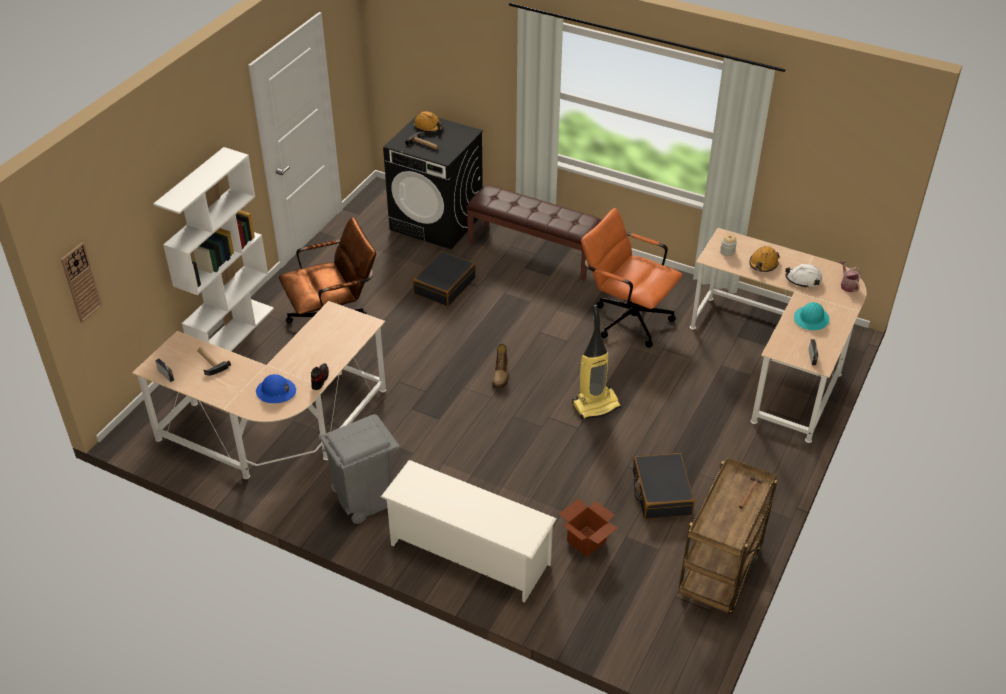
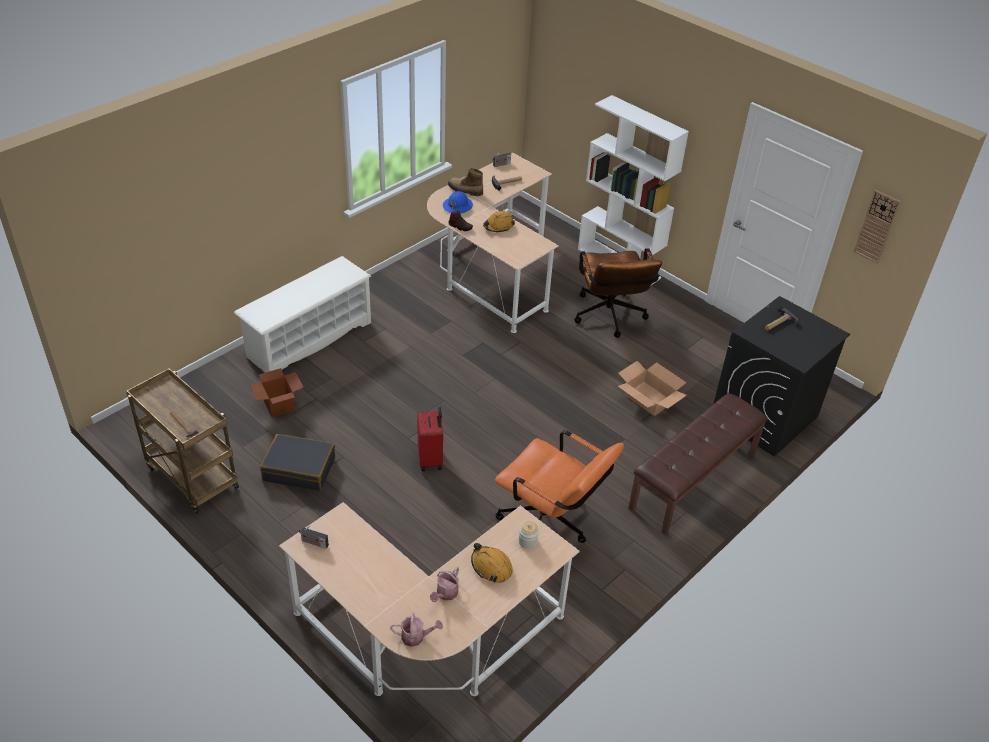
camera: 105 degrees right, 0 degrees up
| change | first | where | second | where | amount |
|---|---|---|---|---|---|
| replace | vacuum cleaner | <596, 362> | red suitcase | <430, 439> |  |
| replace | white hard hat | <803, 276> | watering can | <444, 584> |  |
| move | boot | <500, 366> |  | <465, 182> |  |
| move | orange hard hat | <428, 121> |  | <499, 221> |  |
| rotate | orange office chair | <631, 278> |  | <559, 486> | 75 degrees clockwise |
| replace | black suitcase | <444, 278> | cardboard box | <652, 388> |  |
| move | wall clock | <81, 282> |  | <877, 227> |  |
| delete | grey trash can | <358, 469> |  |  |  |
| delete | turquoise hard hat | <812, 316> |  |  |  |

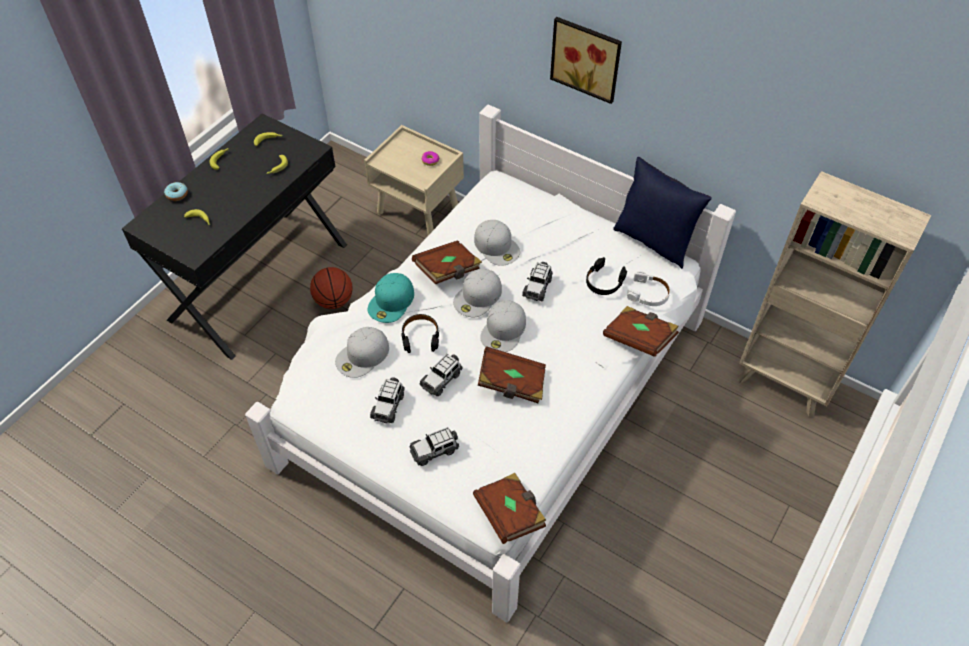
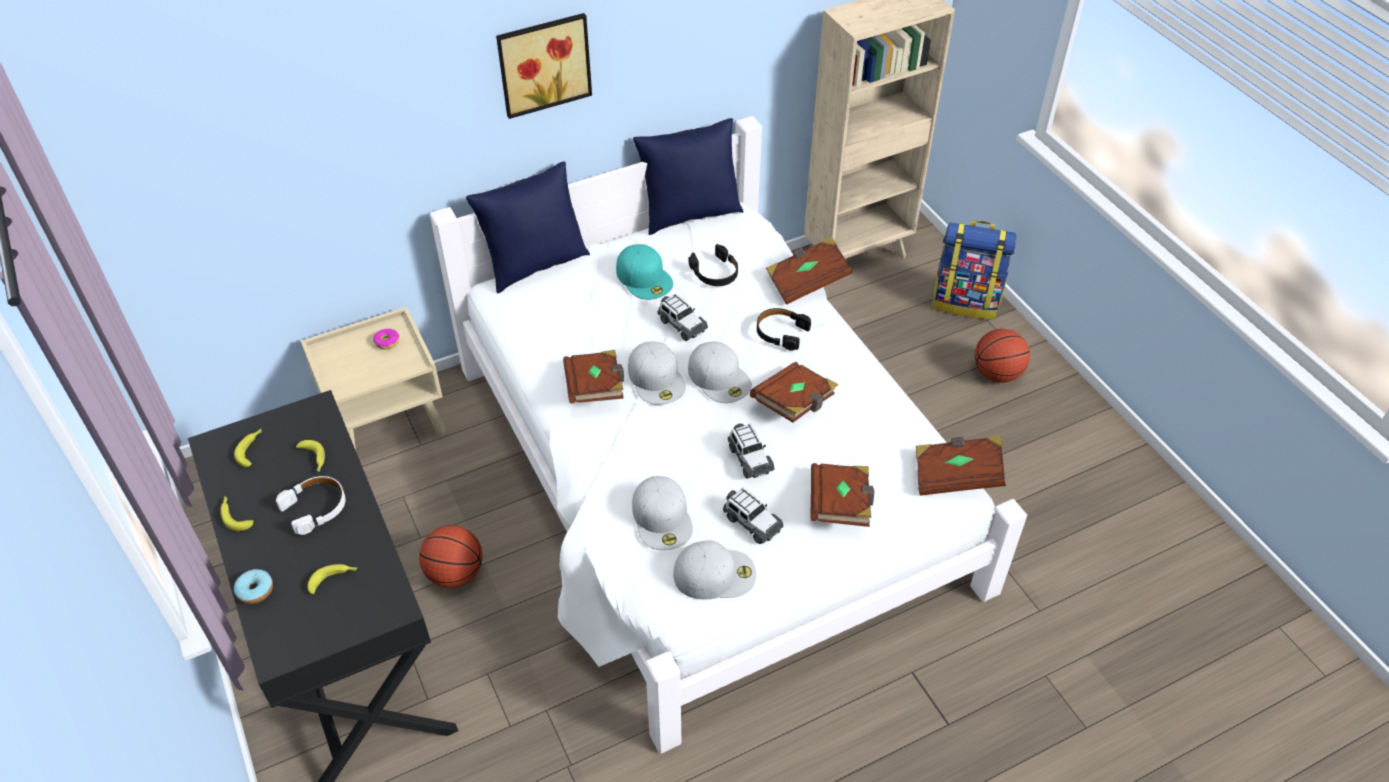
camera: 60 degrees left, 5 degrees down
| change | first | where | second | where | amount |
|---|---|---|---|---|---|
| move | white headphones | <648, 288> |  | <310, 505> |  |
| insert |  |  | blue pillow | <528, 227> |  |
| move | turquoise cap | <390, 298> |  | <644, 272> |  |
| move | white cap | <497, 243> |  | <715, 569> |  |
| move | black headphones | <420, 333> |  | <784, 329> |  |
| replace | toy car | <434, 446> | brown book | <842, 495> |  |
| insert |  |  | backpack | <975, 270> |  |
| insert |  |  | basketball | <1002, 356> |  |

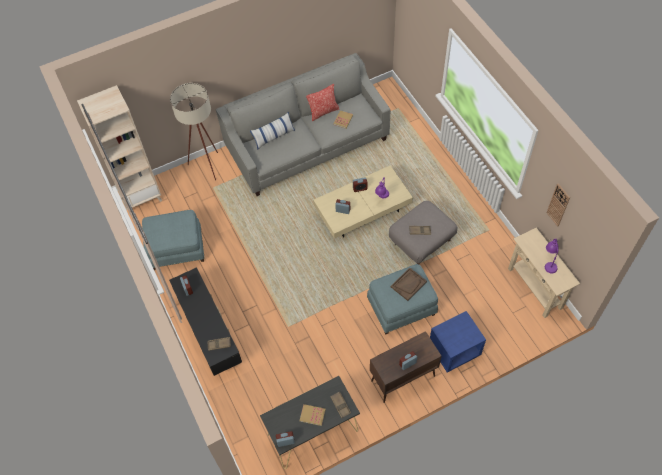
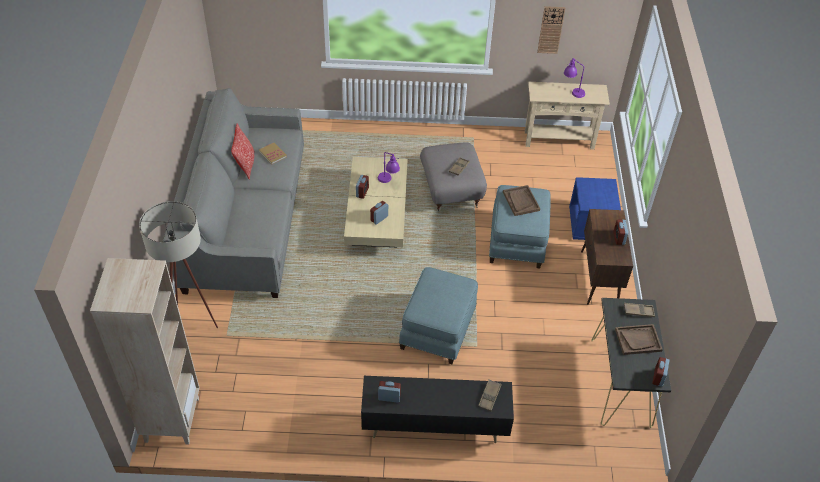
camera: 65 degrees left, 10 degrees down
| change | first | where | second | where | amount |
|---|---|---|---|---|---|
| move | blue ottoman | <173, 240> |  | <438, 315> |  |
| replace | book | <312, 415> | brown tray | <639, 339> |  |
| delete | pillow | <272, 131> |  |  |  |

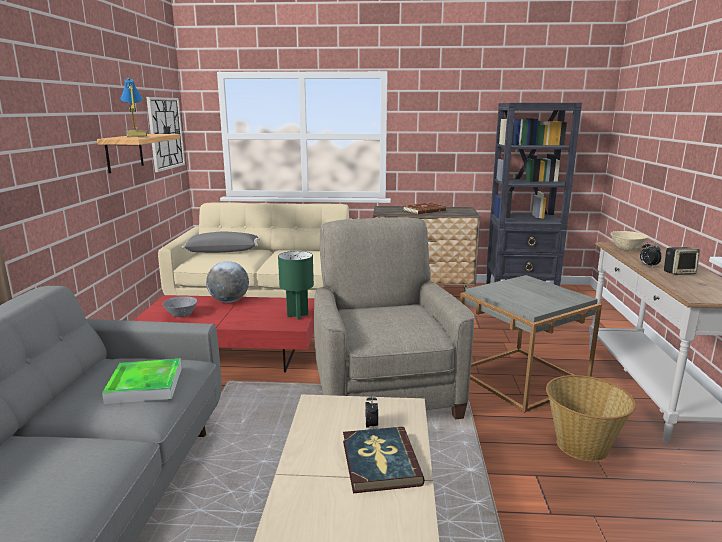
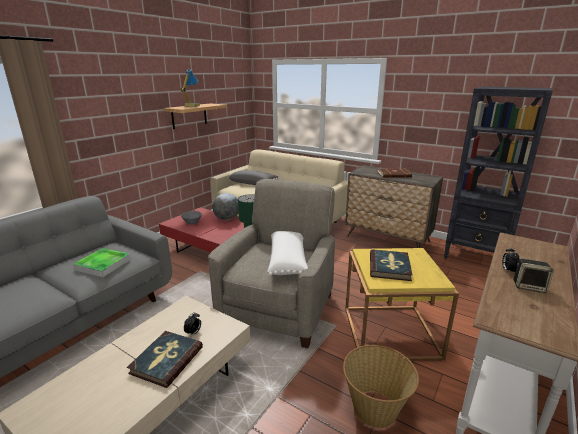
camera: 30 degrees right, 5 degrees up
| change | first | where | second | where | amount |
|---|---|---|---|---|---|
| insert |  |  | white pillow | <287, 253> |  |
| recolor | grey side table | <531, 343> | yellow side table | <402, 304> |  |
| insert |  |  | book | <391, 265> |  |
| delete | wall clock | <165, 134> |  |  |  |
| delete | beige bowl | <629, 241> |  |  |  |

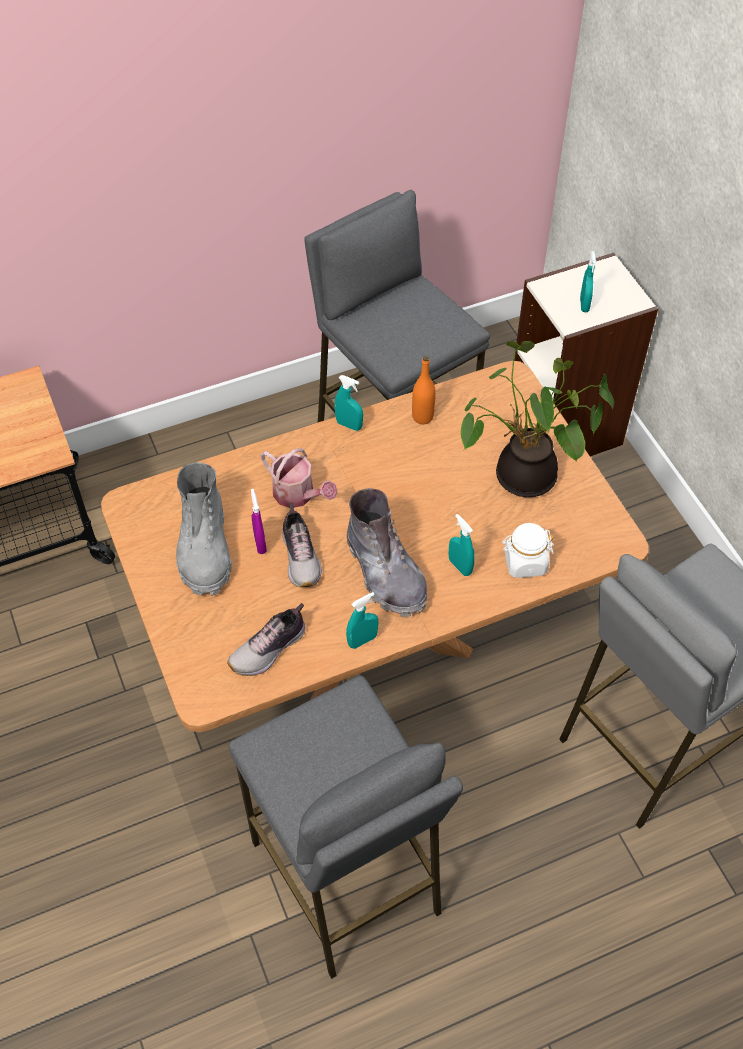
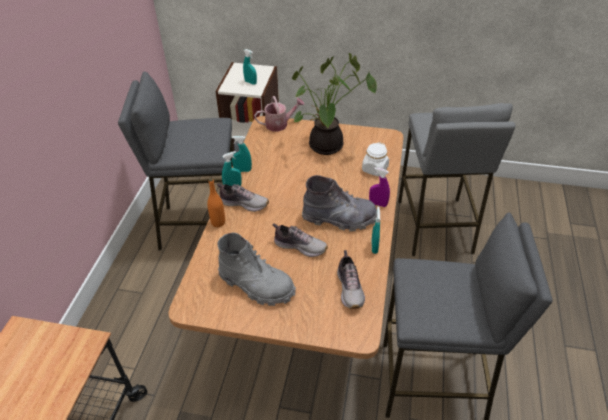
camera: 55 degrees left, 10 degrees down
| change | first | where | second | where | amount |
|---|---|---|---|---|---|
| move | orange bottle | <424, 390> |  | <216, 202> |  |
| insert |  |  | shoe | <243, 197> |  |
| move | turquoise spray bottle | <462, 545> |  | <242, 154> |  |
| move | watering can | <298, 478> |  | <279, 113> |  |
| move | purple spray bottle | <259, 521> |  | <379, 187> |  |

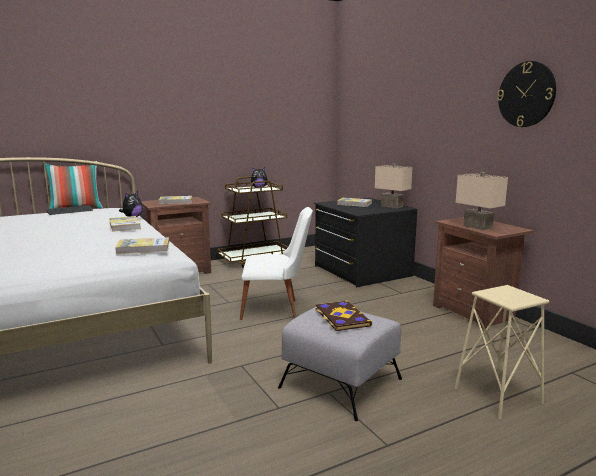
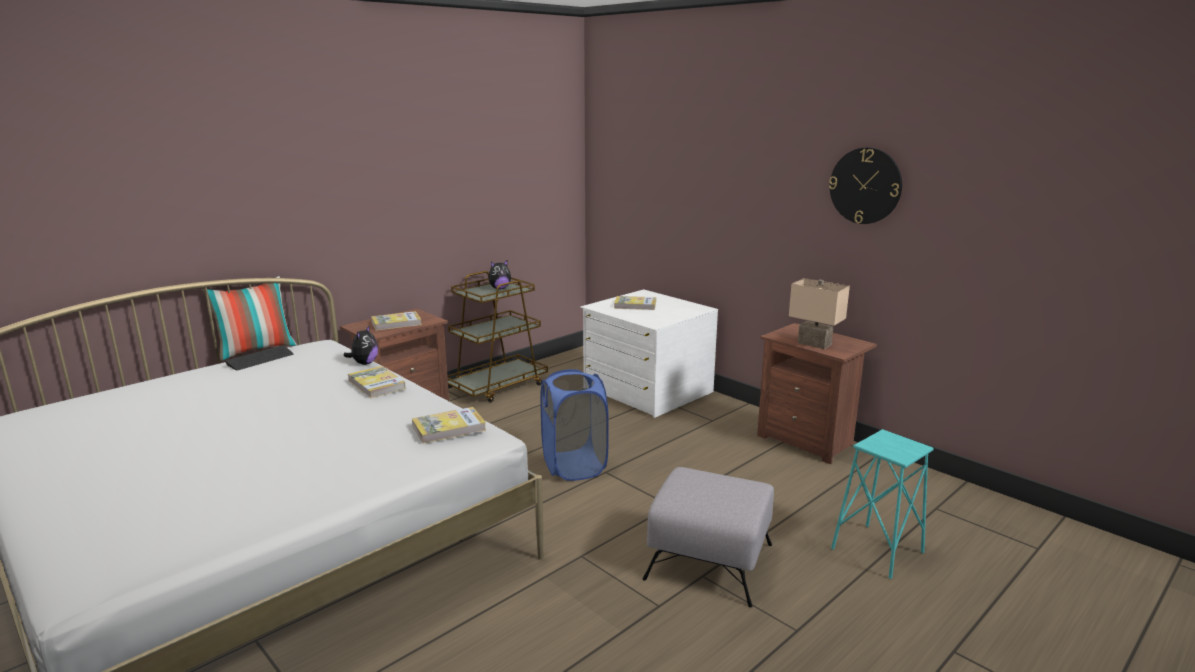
camera: 15 degrees left, 5 degrees up
| change | first | where | second | where | amount |
|---|---|---|---|---|---|
| replace | white chair | <276, 263> | blue laundry basket | <574, 425> |  |
| recolor | black dresser | <366, 242> | white dresser | <649, 353> |  |
| recolor | beige stool | <501, 352> | turquoise stool | <882, 504> |  |
| delete | book | <343, 315> |  |  |  |
| delete | beige table lamp | <394, 185> |  |  |  |

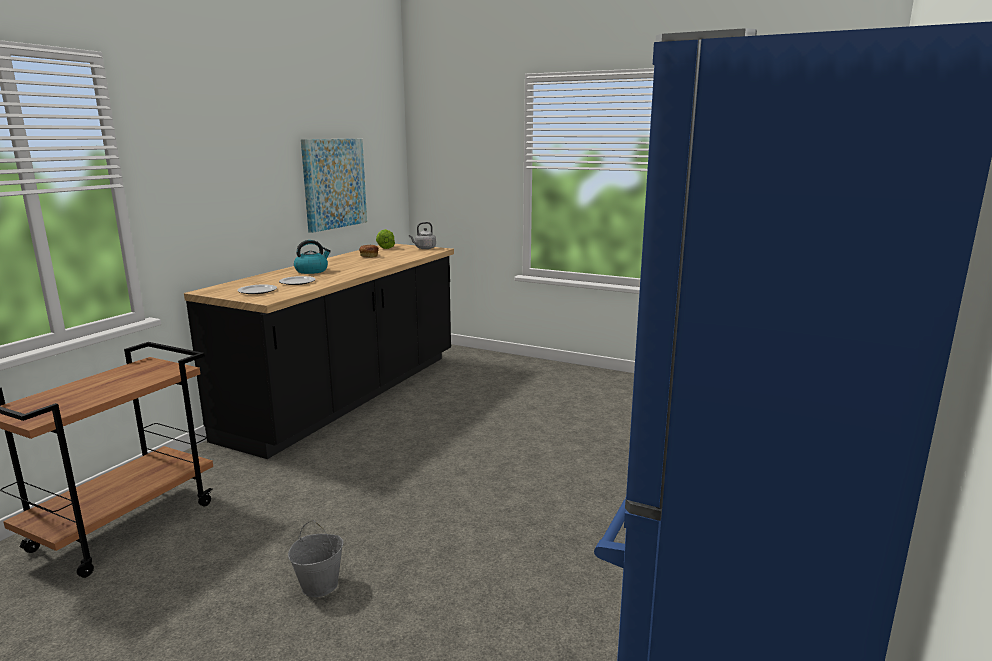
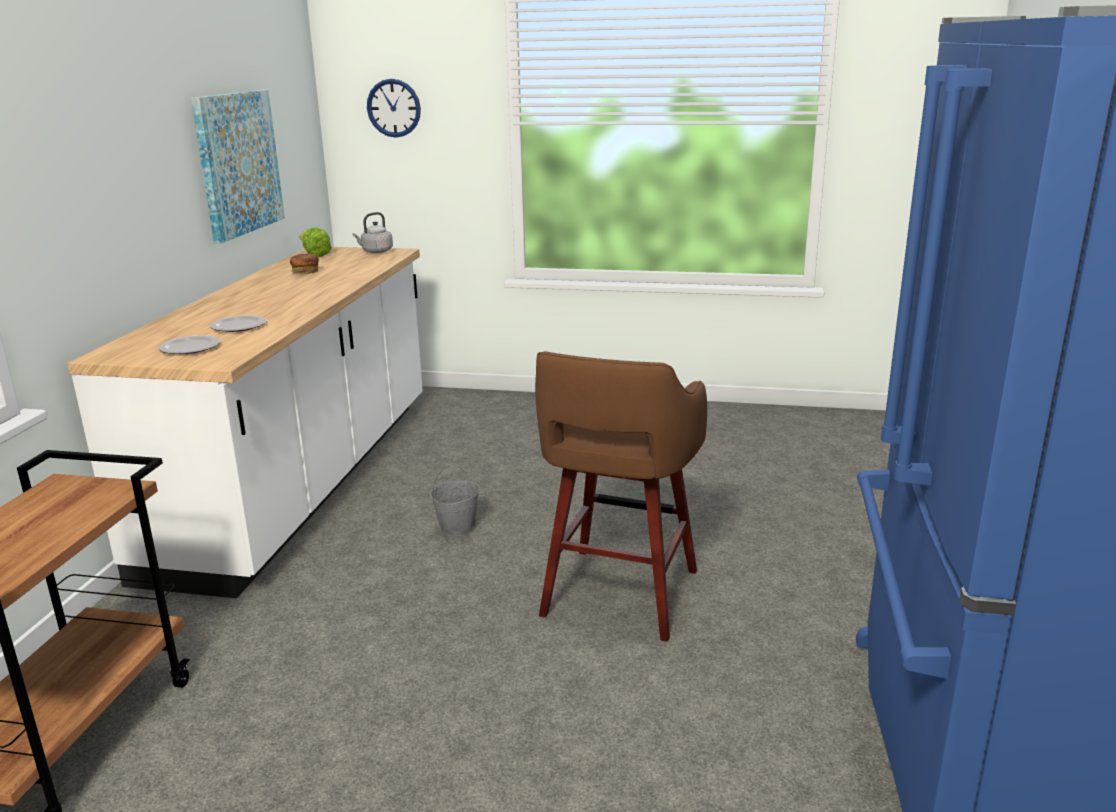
camera: 15 degrees left, 5 degrees up
| change | first | where | second | where | amount |
|---|---|---|---|---|---|
| recolor | black counter | <319, 351> | white counter | <245, 422> |  |
| insert |  |  | wall clock | <394, 108> |  |
| move | grey bucket | <316, 559> |  | <455, 500> |  |
| insert |  |  | brown stool | <621, 496> |  |
| delete | kettle | <312, 257> |  |  |  |

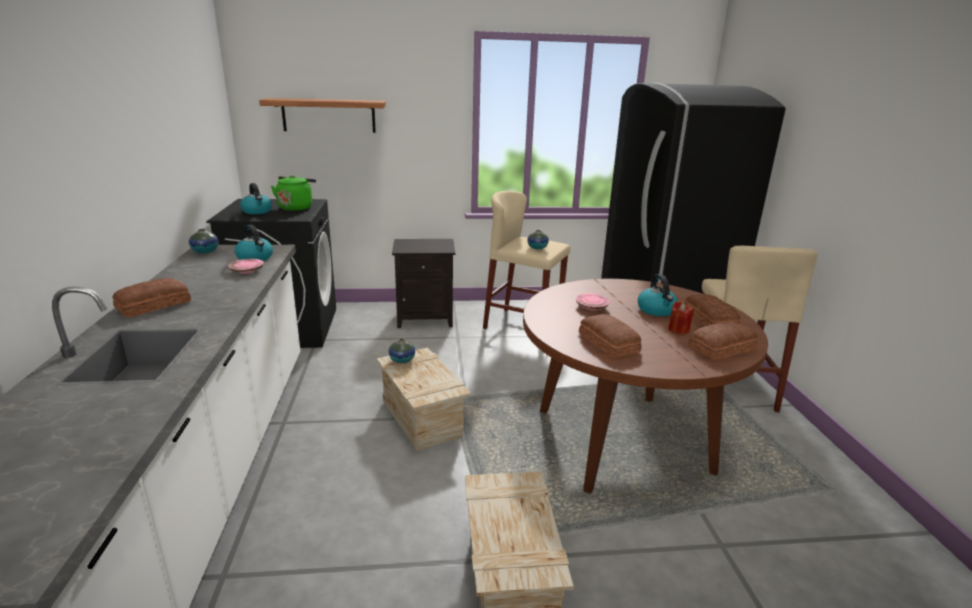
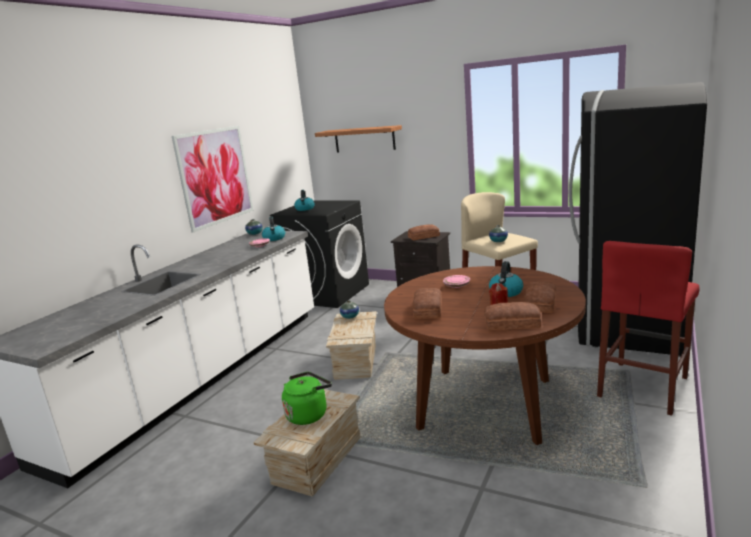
camera: 35 degrees right, 5 degrees down
| change | first | where | second | where | amount |
|---|---|---|---|---|---|
| insert |  |  | picture | <213, 179> |  |
| move | green kettle | <293, 193> |  | <307, 398> |  |
| move | bread | <152, 298> |  | <424, 232> |  |
| recolor | beige stool | <760, 329> | red stool | <648, 328> |  |

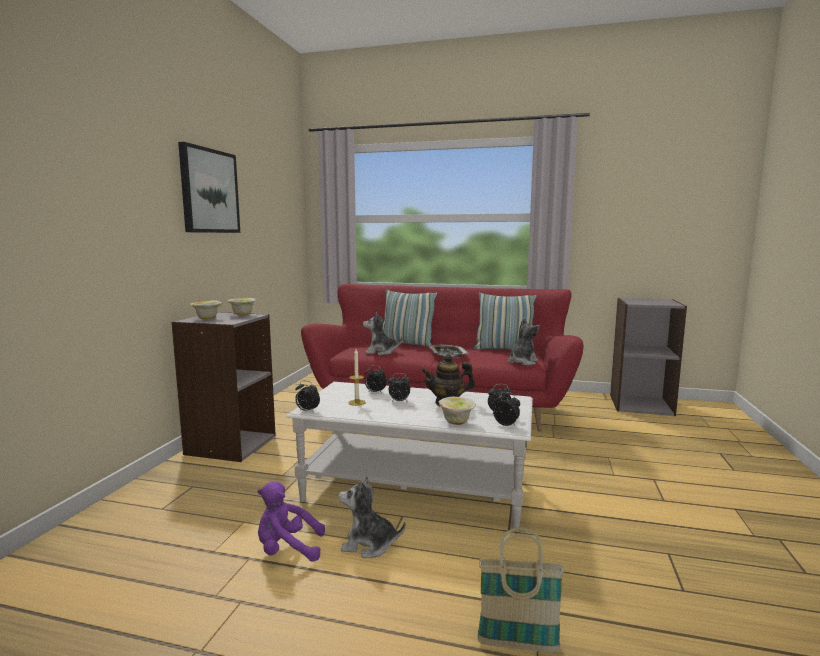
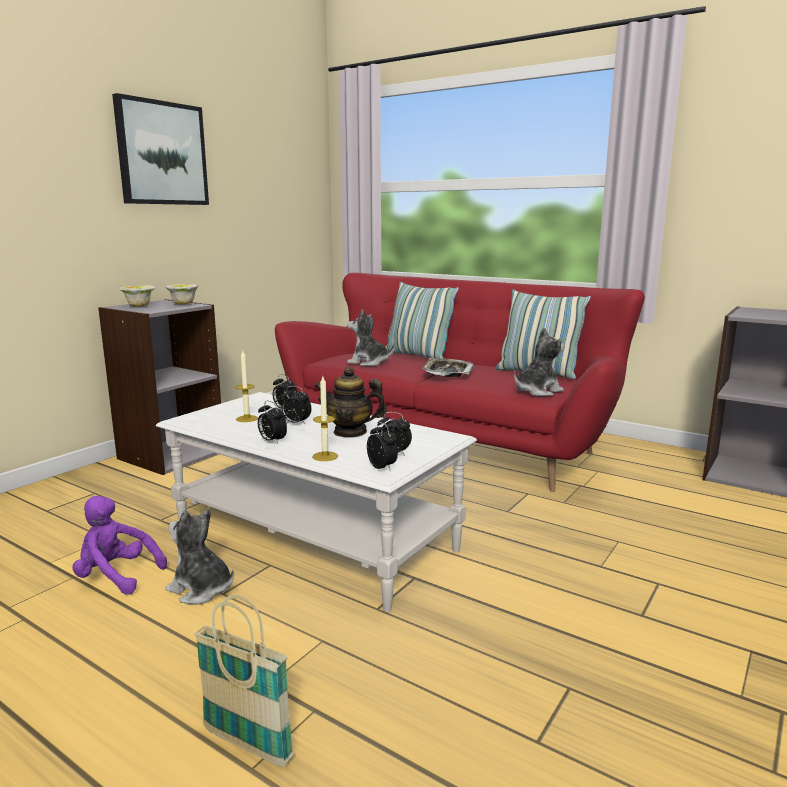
camera: 20 degrees right, 5 degrees up
| change | first | where | second | where | amount |
|---|---|---|---|---|---|
| move | alarm clock | <307, 396> |  | <272, 422> |  |
| replace | bowl | <457, 411> | candle | <325, 419> |  |

